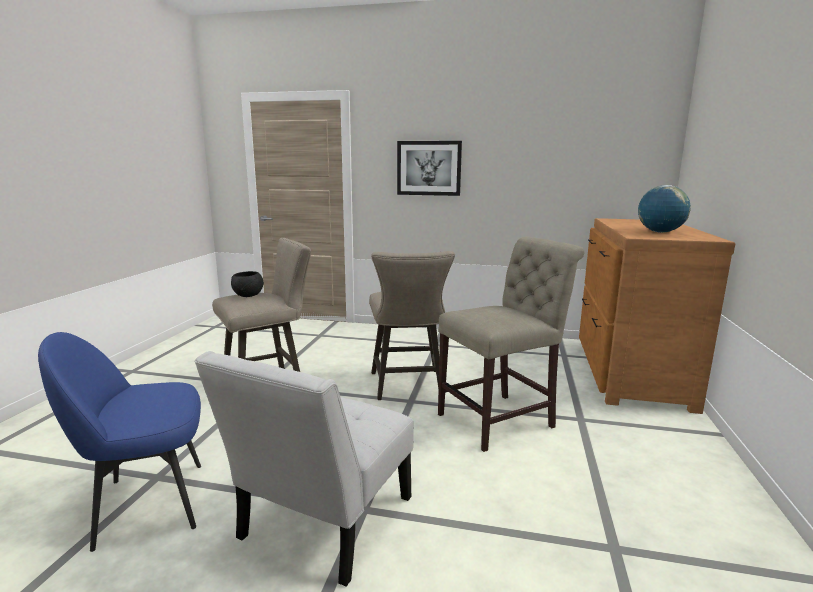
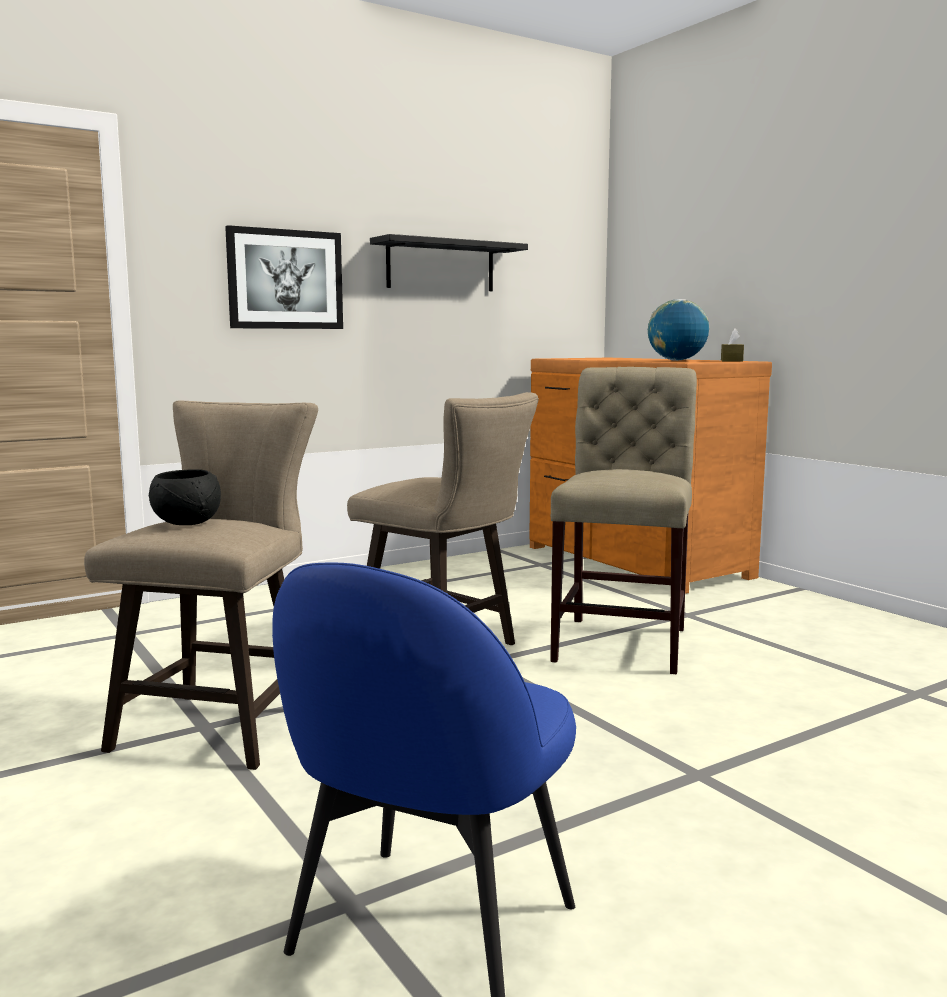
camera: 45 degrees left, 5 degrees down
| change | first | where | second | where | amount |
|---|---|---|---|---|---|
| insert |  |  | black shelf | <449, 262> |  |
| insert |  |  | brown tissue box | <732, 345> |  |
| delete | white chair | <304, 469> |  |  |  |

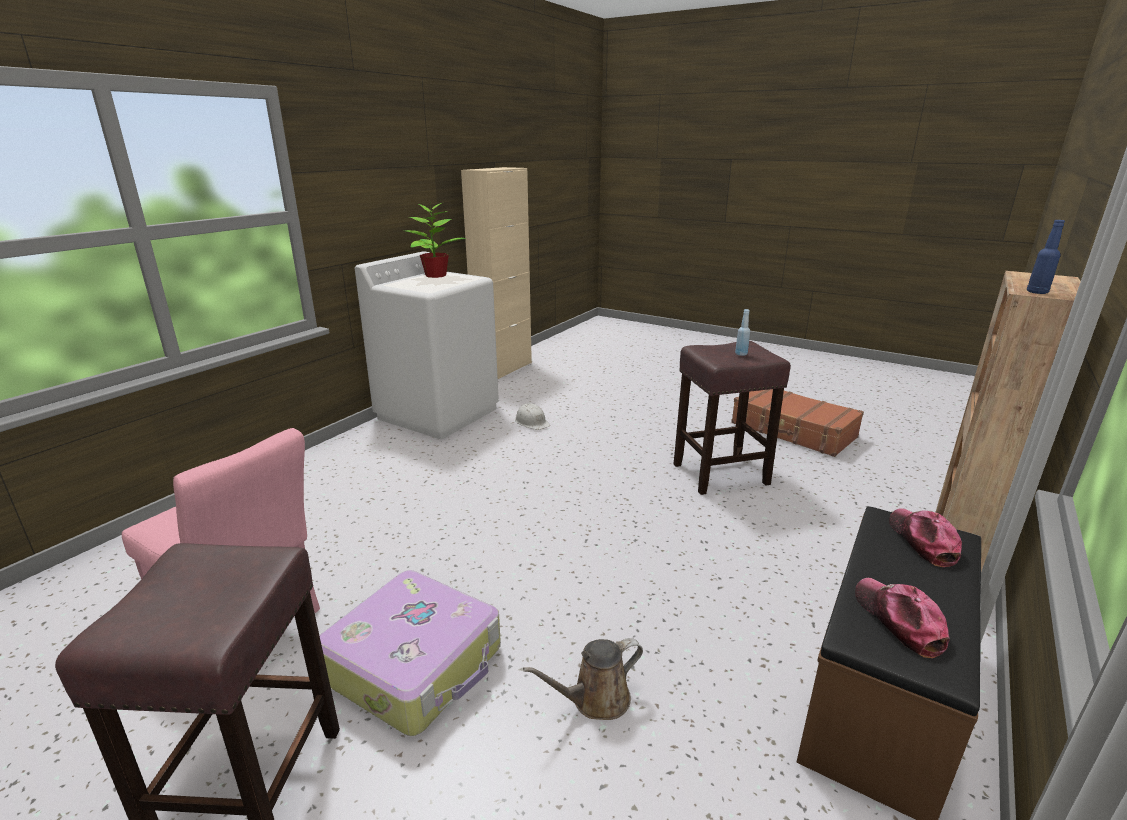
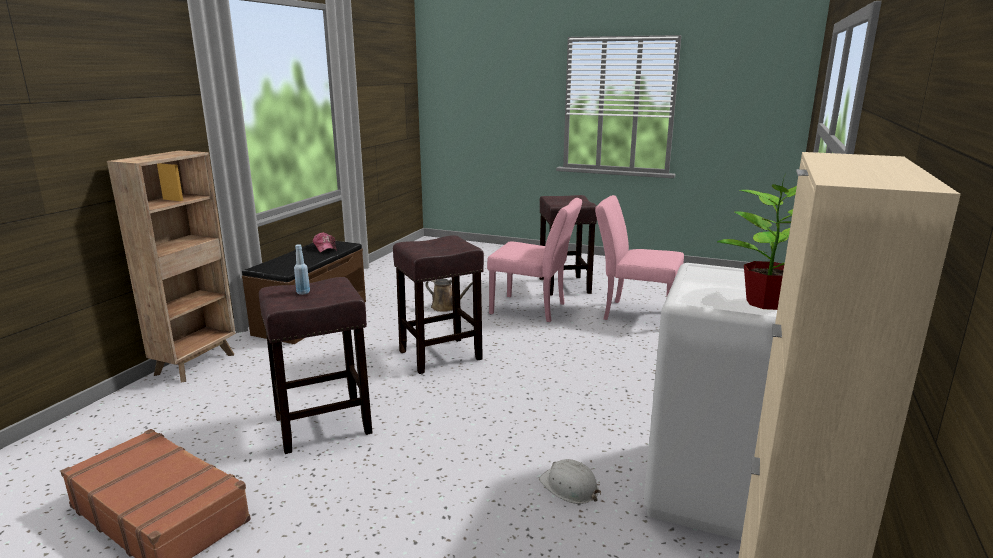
camera: 170 degrees right, 5 degrees down
| change | first | where | second | where | amount |
|---|---|---|---|---|---|
| insert |  |  | brown stool | <438, 304> |  |
| rotate | brown watering can | <583, 679> |  | <449, 295> | 60 degrees clockwise |
| replace | suitcase | <410, 653> | pink chair | <534, 260> |  |
| delete | cap | <925, 537> |  |  |  |
| delete | blue bottle | <1046, 257> |  |  |  |

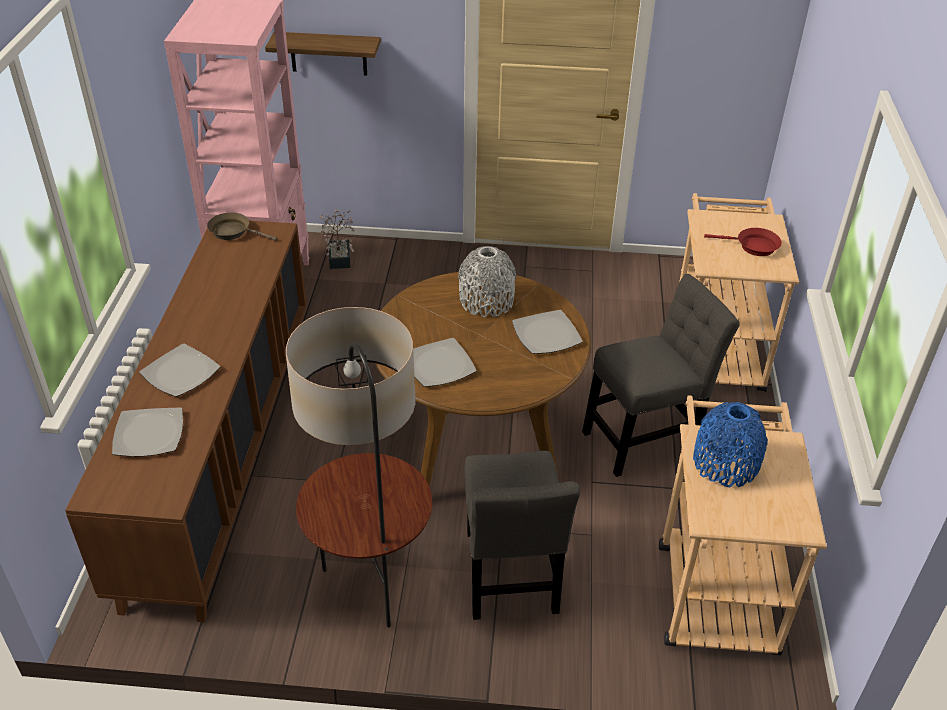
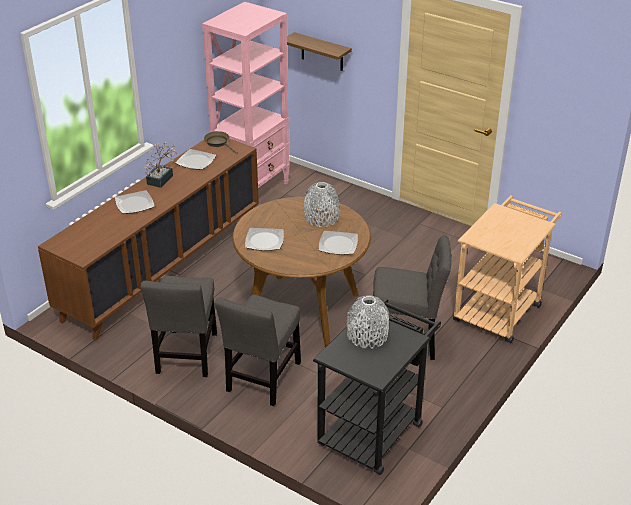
camera: 30 degrees right, 5 degrees down
| change | first | where | second | where | amount |
|---|---|---|---|---|---|
| replace | floor lamp | <359, 467> | grey chair | <179, 326> |  |
| move | potted plant | <336, 239> |  | <160, 165> |  |
| move | plate | <147, 432> |  | <195, 159> |  |
| recolor | beige cart | <743, 525> | black cart | <377, 387> |  |
| recolor | blue vase | <730, 444> | grey vase | <368, 321> |  |
| delete | red frying pan | <743, 242> |  |  |  |

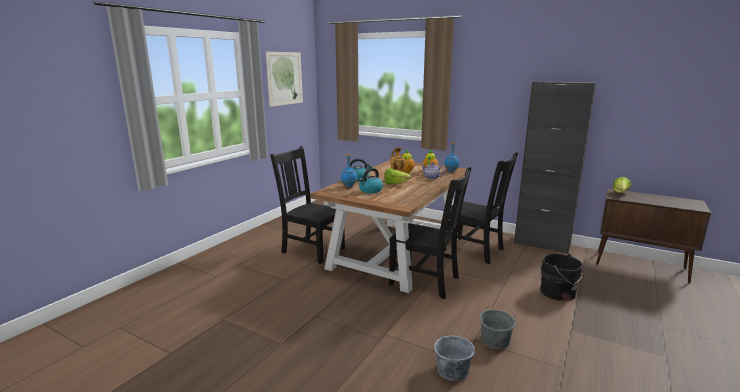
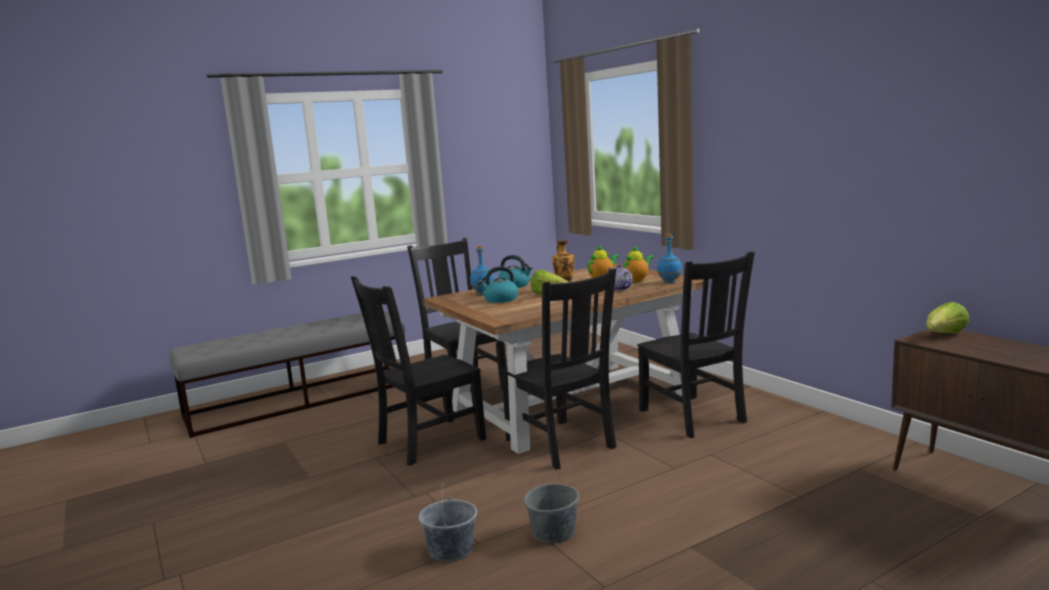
camera: 30 degrees right, 5 degrees down
| change | first | where | second | where | amount |
|---|---|---|---|---|---|
| insert |  |  | grey bench | <287, 374> |  |
| insert |  |  | black chair | <418, 371> |  |
| delete | picture | <284, 79> |  |  |  |
| delete | black cabinet | <555, 167> |  |  |  |
| delete | black bucket | <562, 277> |  |  |  |

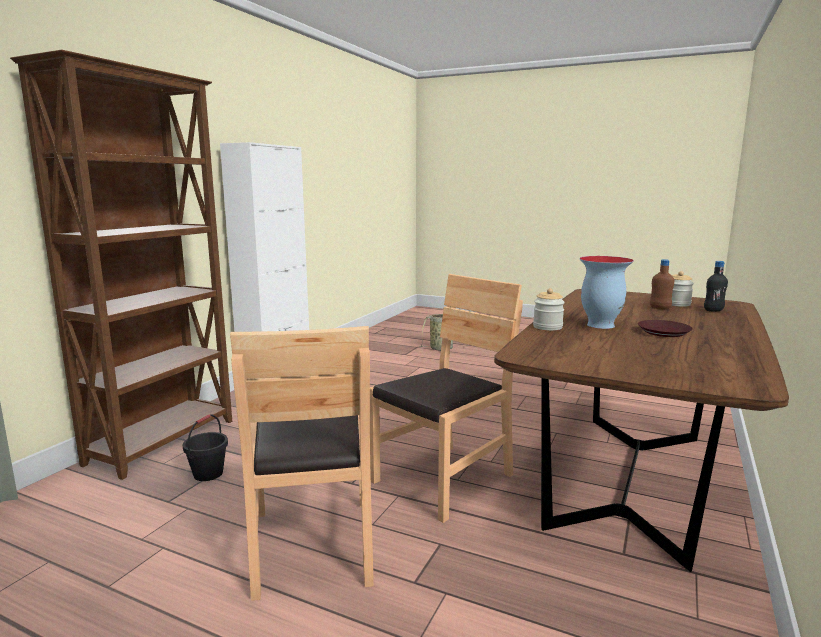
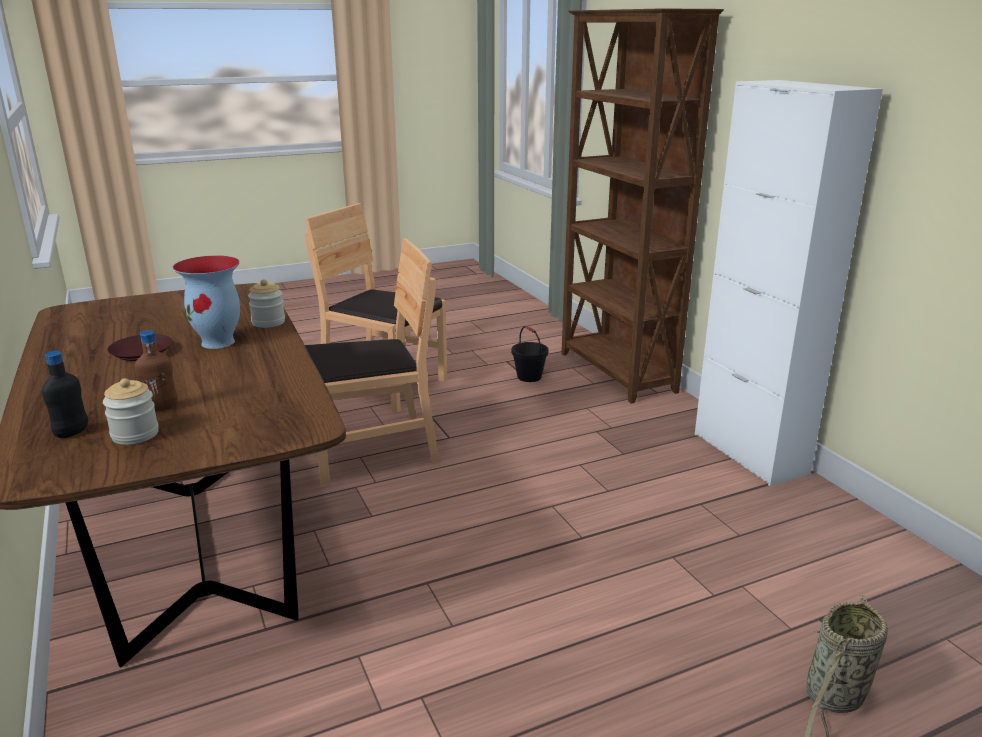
camera: 130 degrees right, 10 degrees up
| change | first | where | second | where | amount |
|---|---|---|---|---|---|
| rotate | brown chair | <446, 398> |  | <372, 362> | 105 degrees counterclockwise |

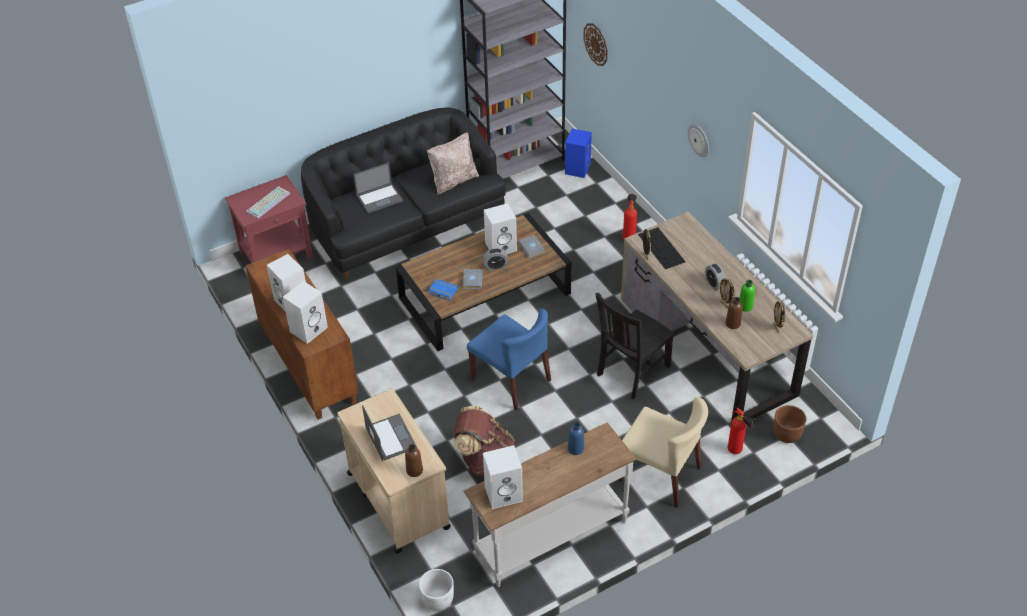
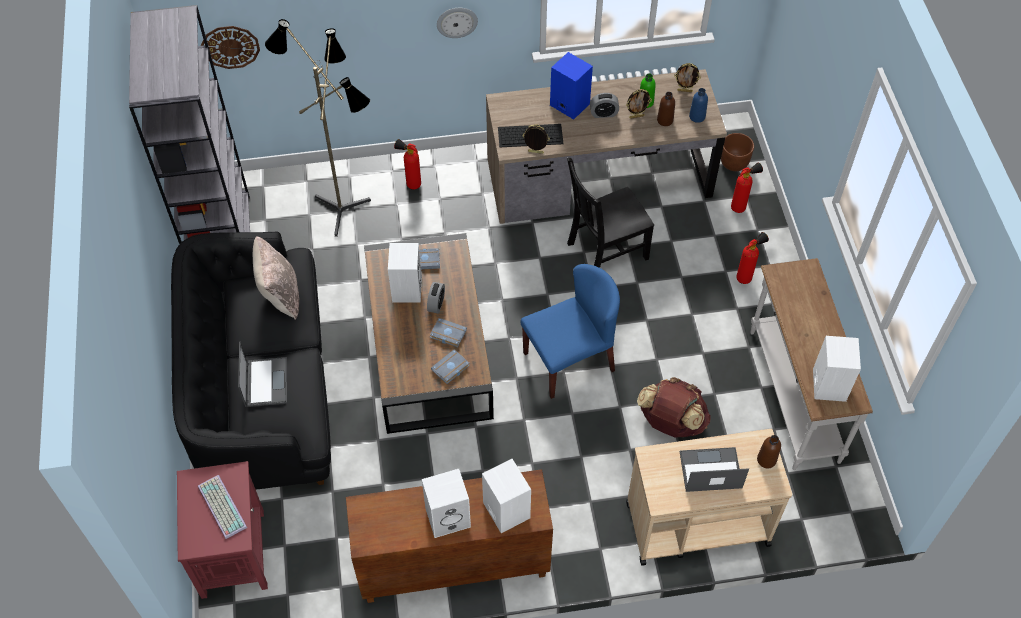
camera: 70 degrees left, 10 degrees up
| change | first | where | second | where | amount |
|---|---|---|---|---|---|
| insert |  |  | floor lamp | <318, 128> |  |
| recolor | blue book | <443, 289> | grey book | <450, 366> |  |
| move | blue speaker | <578, 153> |  | <571, 86> |  |
| rotate | black chair | <635, 346> |  | <610, 213> | 90 degrees clockwise |
| move | blue bottle | <576, 438> |  | <698, 105> |  |
| replace | beige chair | <663, 452> | fire extinguisher | <752, 258> |  |
| delete | white planter | <436, 590> |  |  |  |

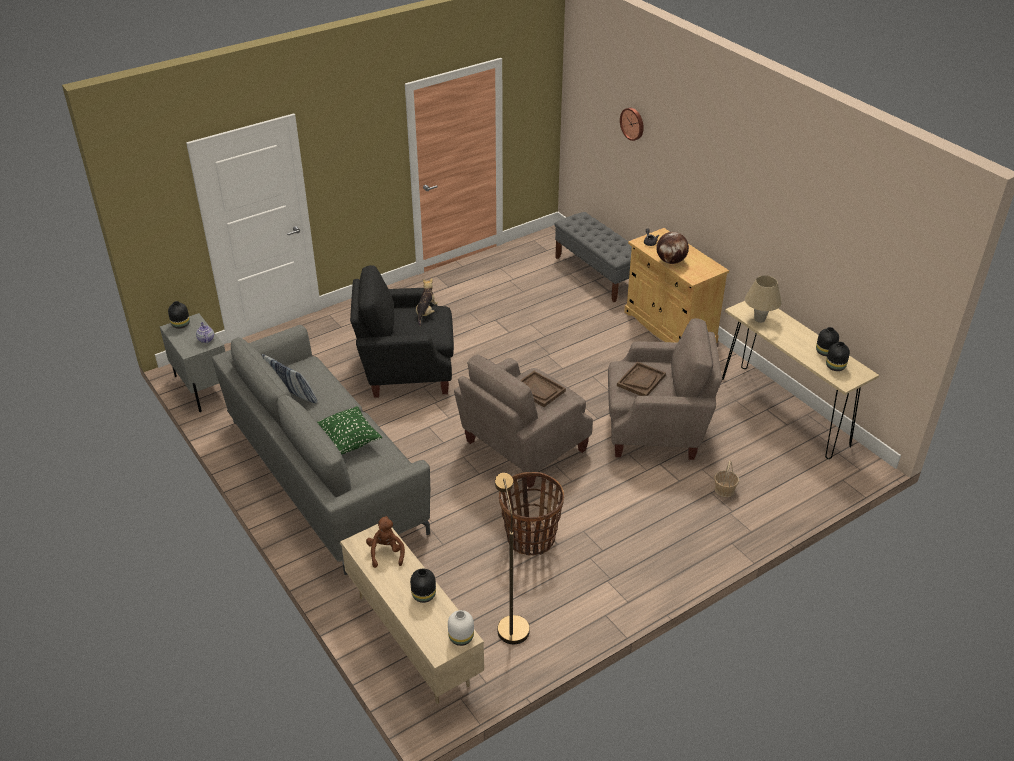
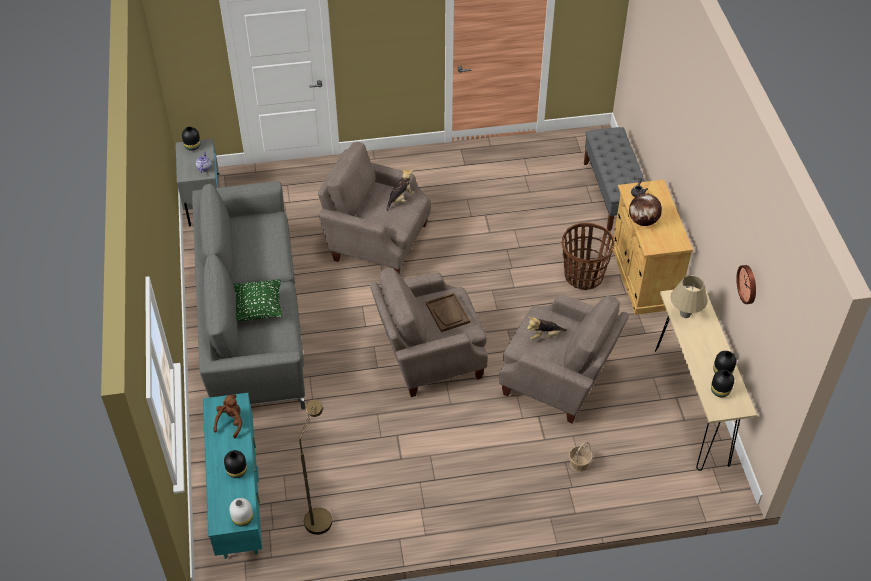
camera: 25 degrees right, 10 degrees up
| change | first | where | second | where | amount |
|---|---|---|---|---|---|
| recolor | beige tv stand | <412, 614> | turquoise tv stand | <232, 476> |  |
| recolor | black armchair | <402, 331> | beige armchair | <374, 208> |  |
| replace | brown tray | <641, 379> | plush toy | <547, 328> |  |
| move | basket | <531, 514> |  | <588, 256> |  |
| move | wall clock | <632, 124> |  | <746, 284> |  |
| delete | pillow | <289, 378> |  |  |  |

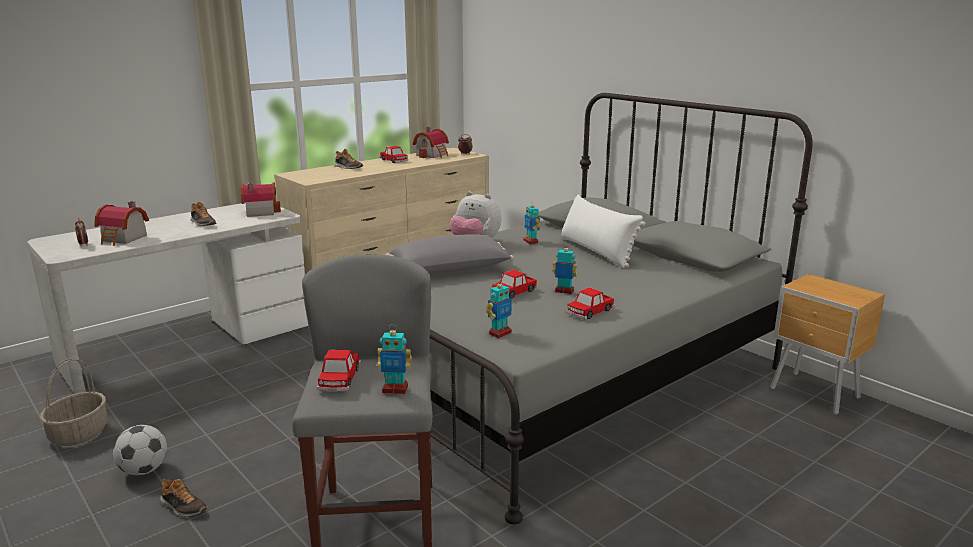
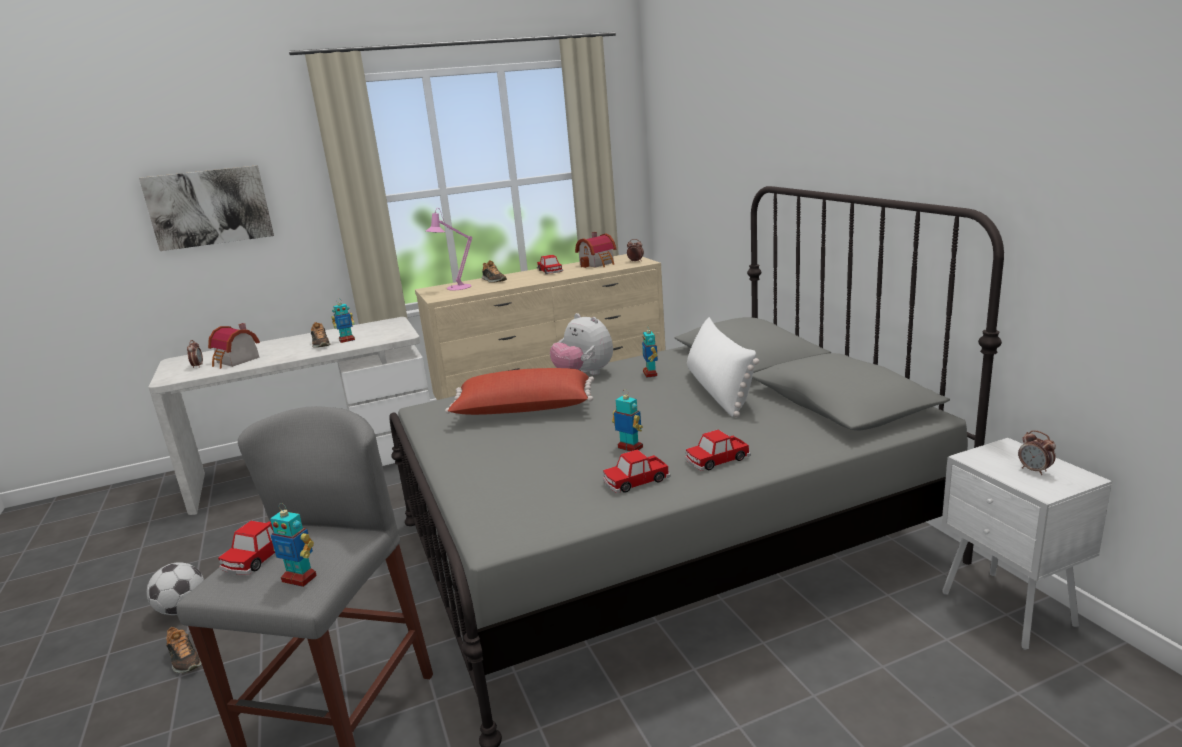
camera: 20 degrees right, 0 degrees up
| change | first | where | second | where | amount |
|---|---|---|---|---|---|
| insert |  |  | picture | <206, 208> |  |
| move | toy robot | <499, 308> |  | <343, 320> |  |
| insert |  |  | pink table lamp | <449, 251> |  |
| recolor | grey pillow | <450, 253> | red pillow | <519, 391> |  |
| move | toy car | <515, 284> |  | <718, 450> |  |
| recolor | brown nightstand | <827, 344> | white nightstand | <1027, 544> |  |
| insert |  |  | alarm clock | <1037, 452> |  |
| delete | basket | <73, 402> |  |  |  |
| delete | toy house | <261, 200> |  |  |  |

